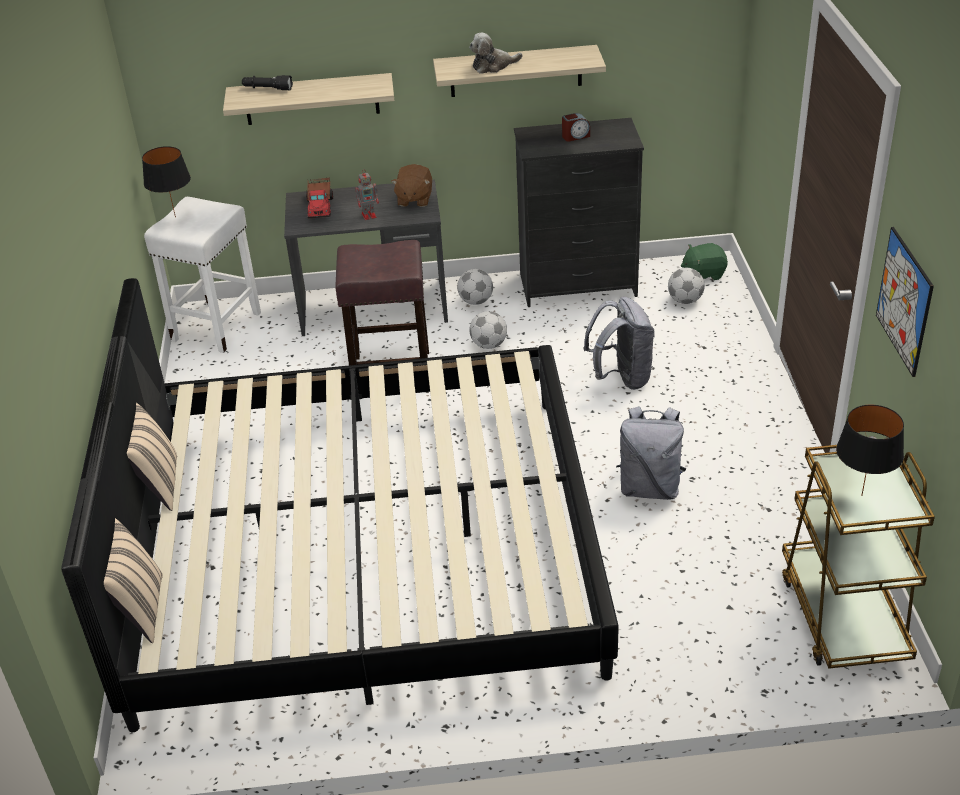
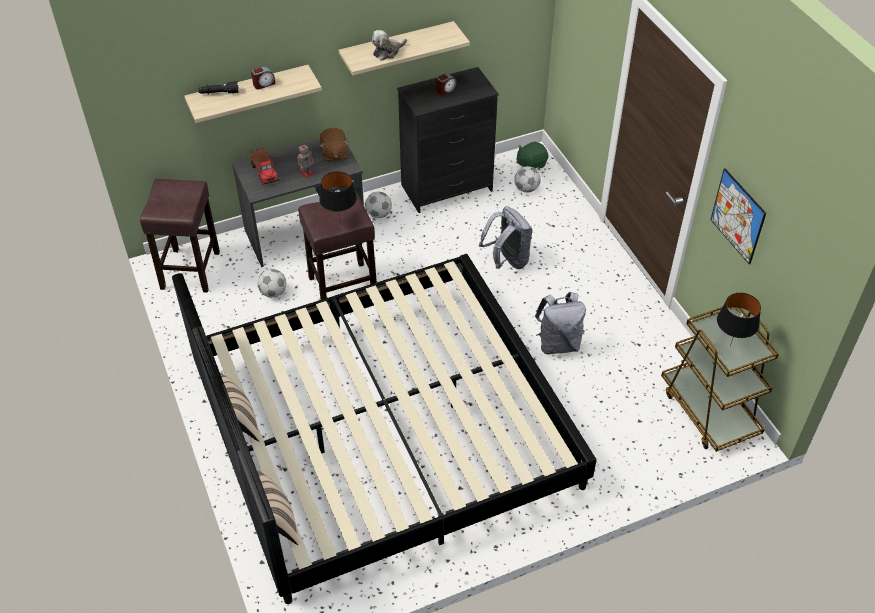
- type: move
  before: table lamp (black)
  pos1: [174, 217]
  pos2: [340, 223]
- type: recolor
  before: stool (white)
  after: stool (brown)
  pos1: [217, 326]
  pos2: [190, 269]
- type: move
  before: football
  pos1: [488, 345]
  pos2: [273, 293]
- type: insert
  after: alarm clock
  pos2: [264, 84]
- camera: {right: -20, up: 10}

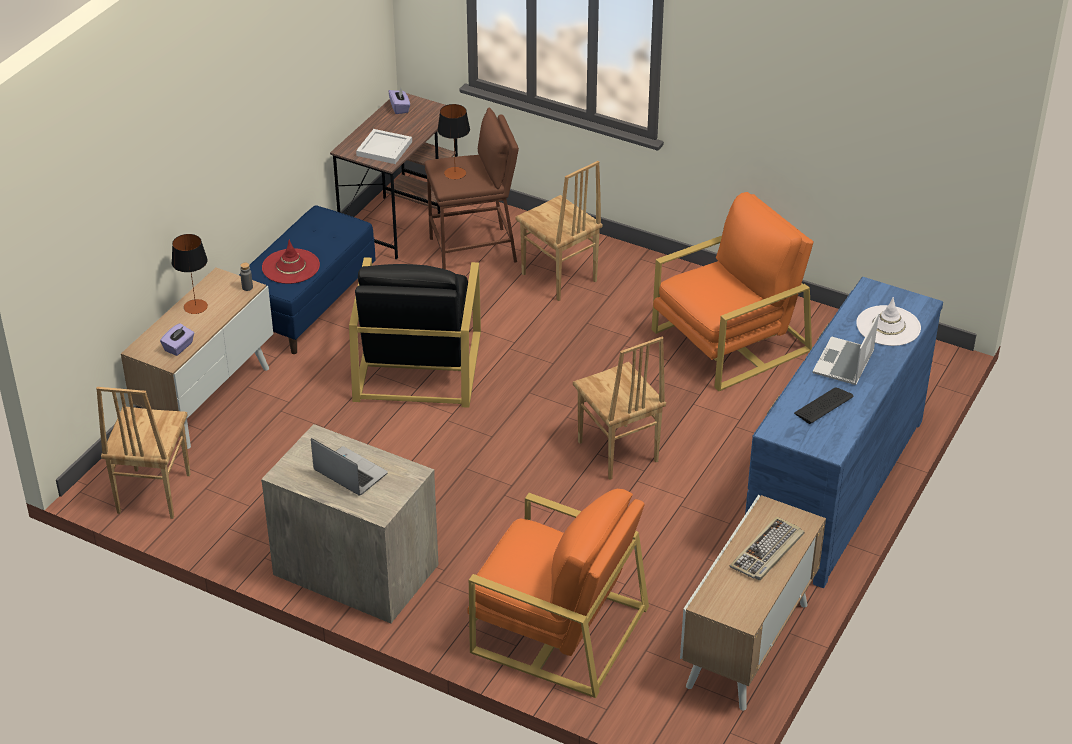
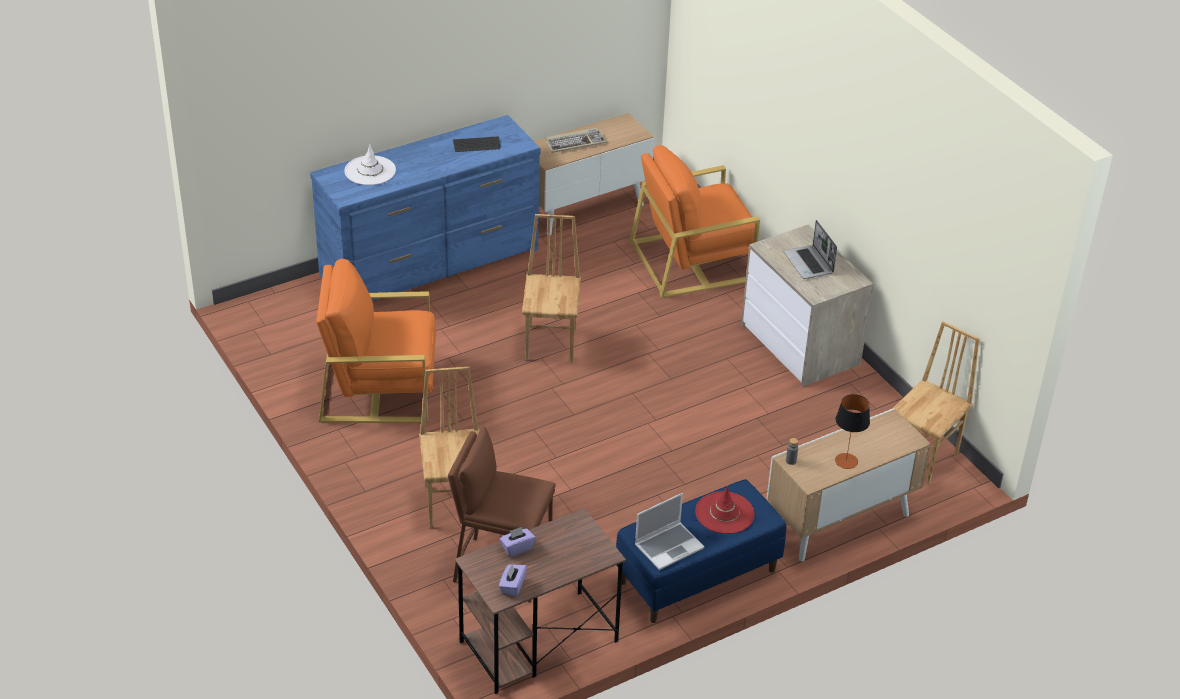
- type: delete
  before: table lamp
  pos1: [455, 173]
- type: delete
  before: tray (white)
  pos1: [384, 148]
- type: delete
  before: armchair (black)
  pos1: [418, 364]
- type: move
  before: laptop
  pos1: [844, 363]
  pos2: [669, 546]
- type: move
  before: tissue box (purple)
  pos1: [179, 347]
  pos2: [517, 548]
- type: rotate
  before: armchair (orange)
  pos1: [558, 628]
  pos2: [692, 260]
  turn: -75
- camera: {right: -150, up: 0}

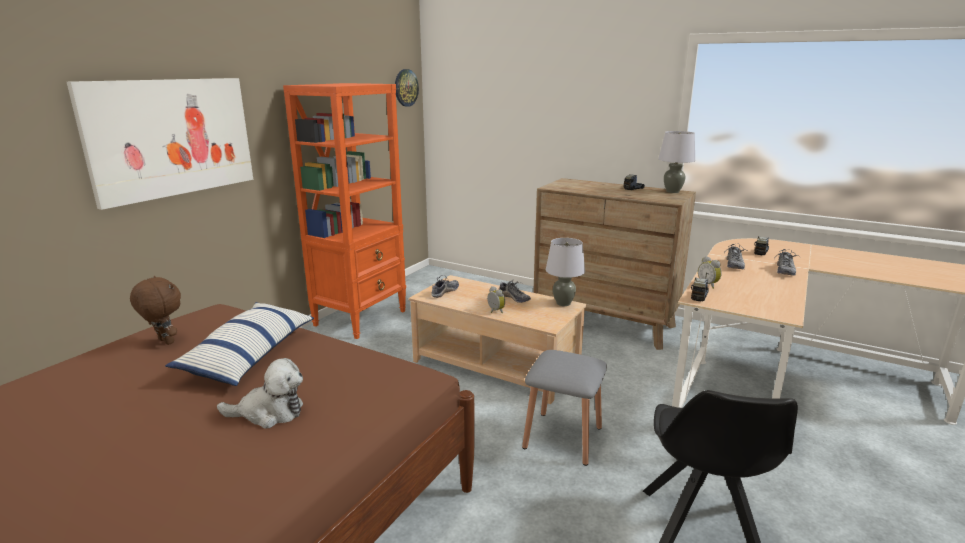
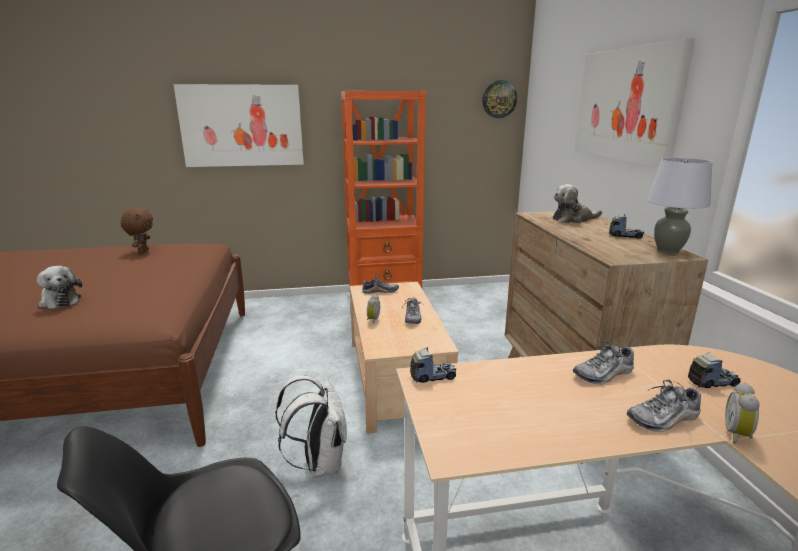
- type: delete
  before: table lamp (grey)
  pos1: [563, 303]
- type: move
  before: alarm clock
  pos1: [708, 285]
  pos2: [738, 435]
- type: delete
  before: pillow
  pos1: [250, 354]
- type: replace
  before: stool (grey)
  after: backpack (white)
  pos1: [563, 437]
  pos2: [319, 463]
- type: insert
  after: picture
  pos2: [626, 105]
- type: insert
  after: plush toy
  pos2: [573, 219]
- camera: {right: 50, up: 0}

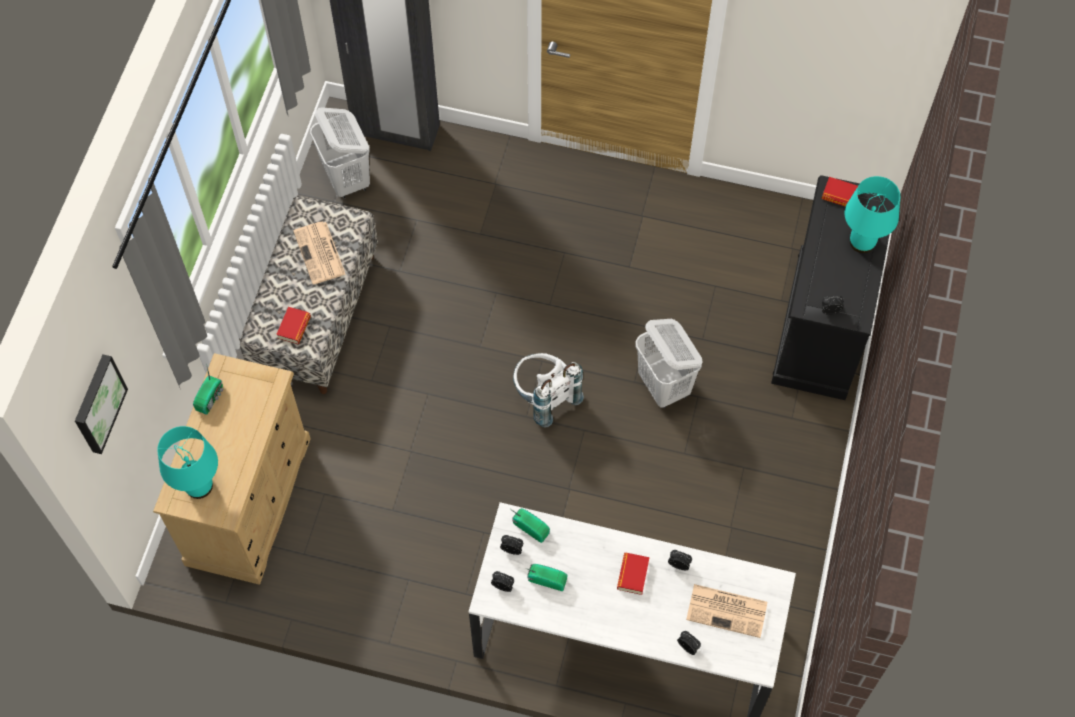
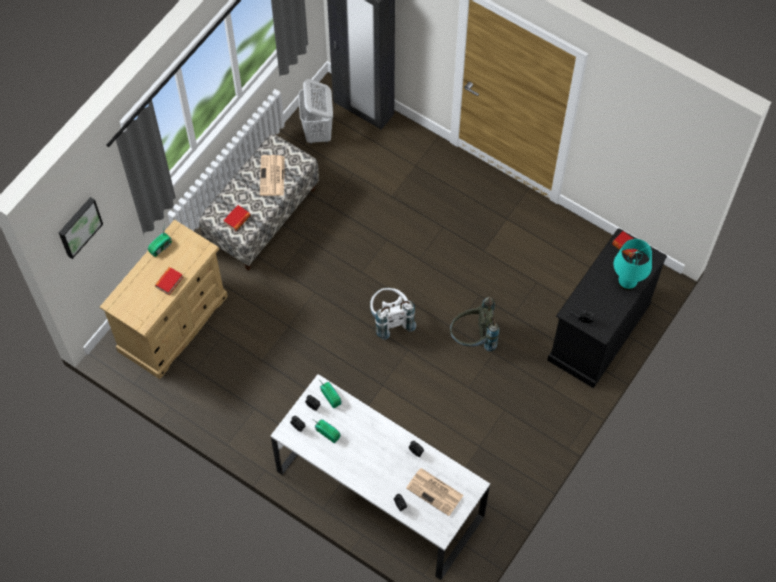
- type: replace
  before: laundry basket (white)
  after: backpack (grey)
  pos1: [664, 386]
  pos2: [473, 338]
- type: delete
  before: table lamp (turquoise)
  pos1: [199, 486]
- type: move
  before: book
  pos1: [632, 575]
  pos2: [169, 282]
- camera: {right: 20, up: 0}

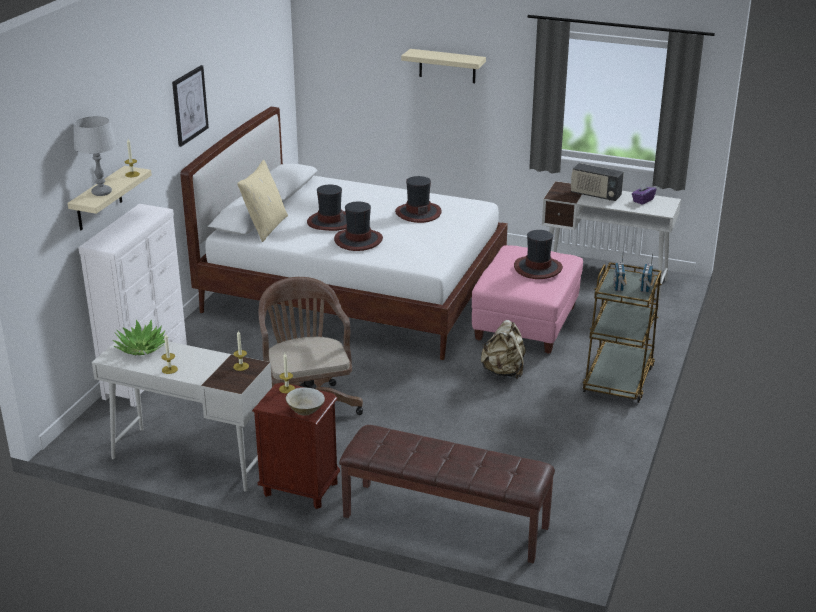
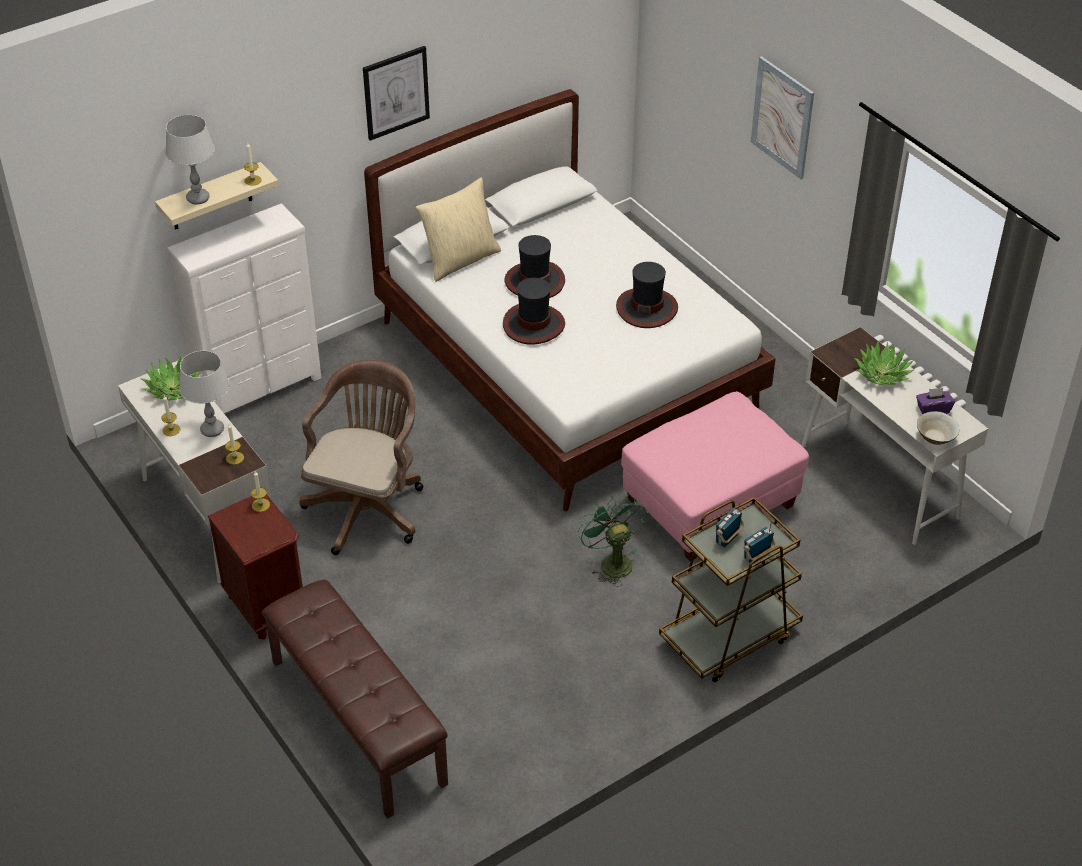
- type: replace
  before: shelf (beige)
  after: picture
  pos1: [447, 66]
  pos2: [782, 117]
- type: replace
  before: radio
  after: potted plant
  pos1: [595, 195]
  pos2: [882, 374]
- type: delete
  before: hat
  pos1: [538, 268]
- type: replace
  before: backpack (beige)
  after: fan (green)
  pos1: [503, 372]
  pos2: [612, 561]
- type: move
  before: bowl (beige)
  pos1: [305, 410]
  pos2: [935, 438]
- type: insert
  after: table lamp (grey)
  pos2: [212, 430]
- camera: {right: 35, up: 15}

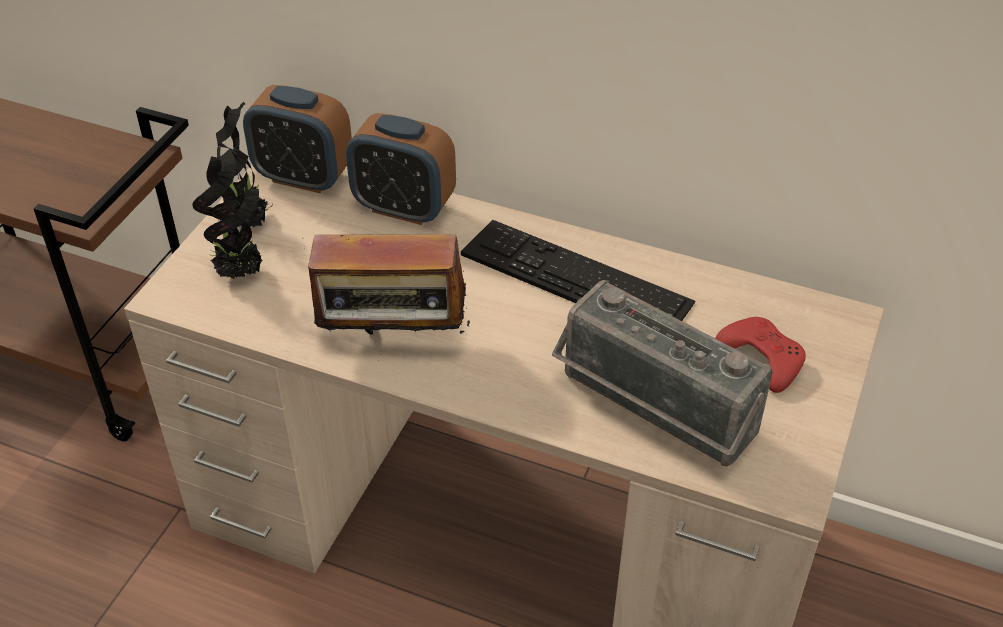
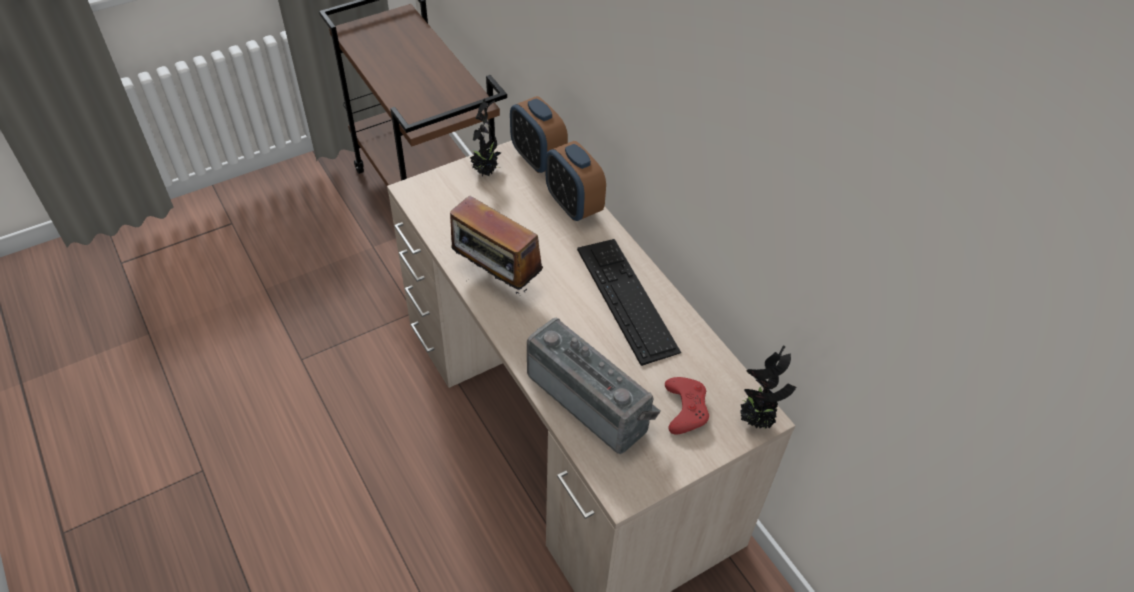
- type: move
  before: potted plant
  pos1: [241, 273]
  pos2: [757, 420]
- type: rotate
  before: radio
  pos1: [652, 411]
  pos2: [591, 399]
  turn: 150
- camera: {right: 35, up: 5}

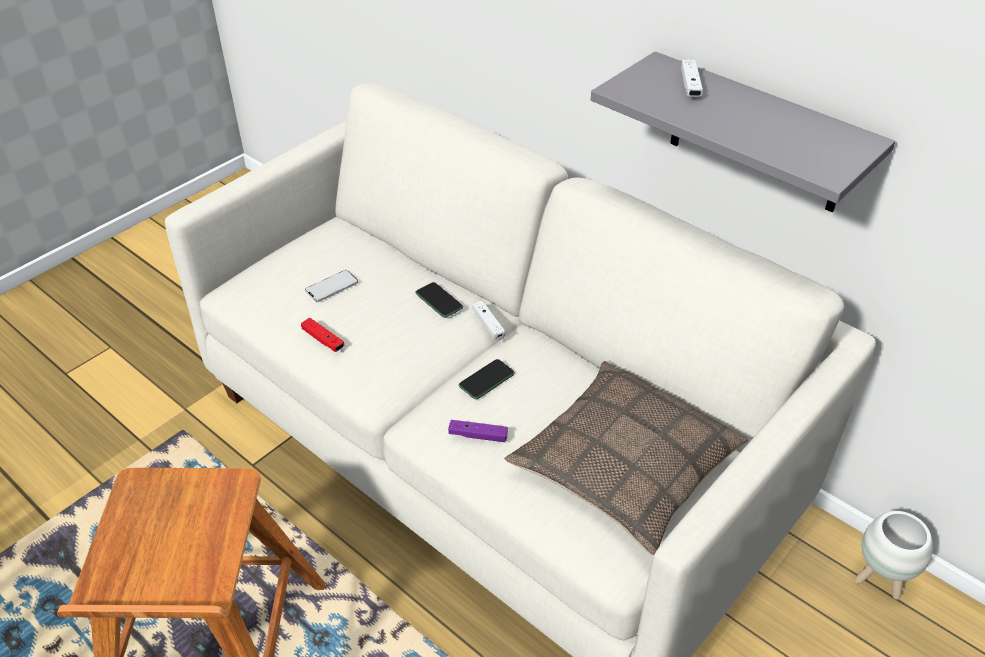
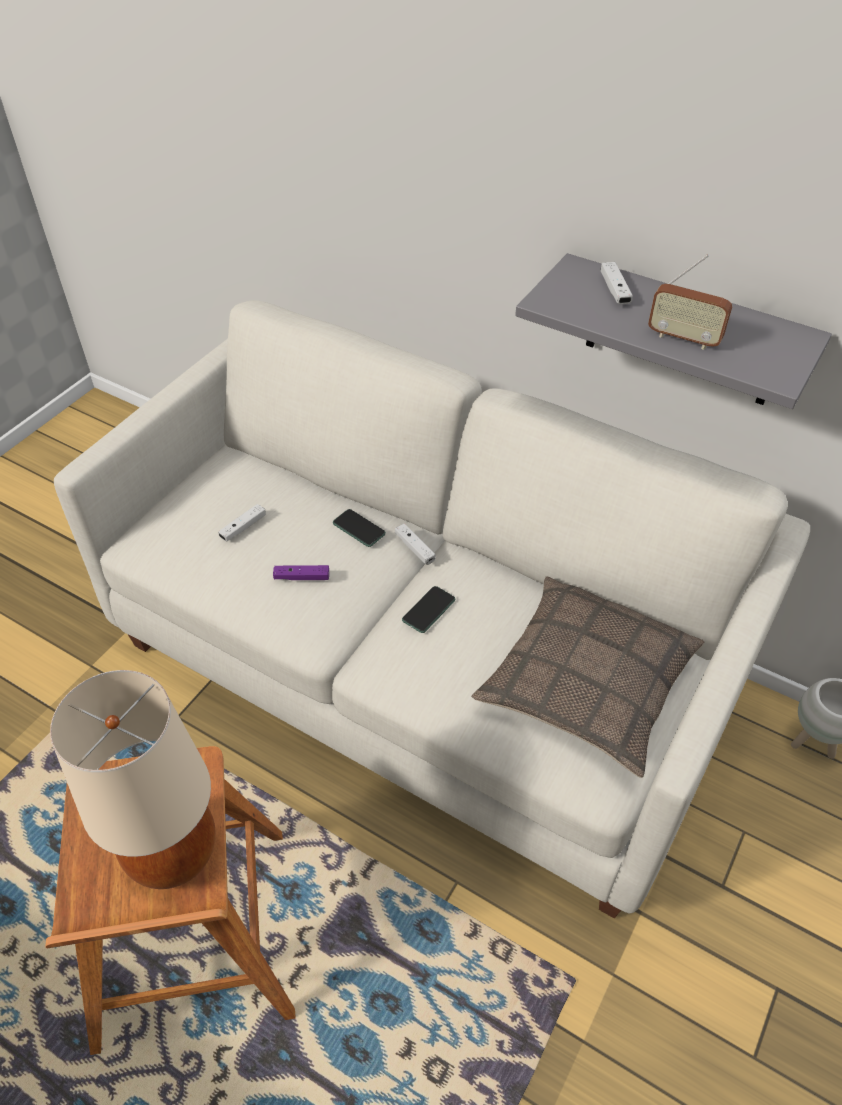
- type: replace
  before: phone
  after: game controller (white)
  pos1: [332, 287]
  pos2: [243, 527]
- type: delete
  before: game controller (red)
  pos1: [323, 340]
- type: move
  before: game controller (purple)
  pos1: [478, 436]
  pos2: [302, 577]
- type: insert
  after: radio
  pos2: [683, 338]
- type: insert
  after: table lamp (beige)
  pos2: [174, 854]
- camera: {right: -10, up: 5}

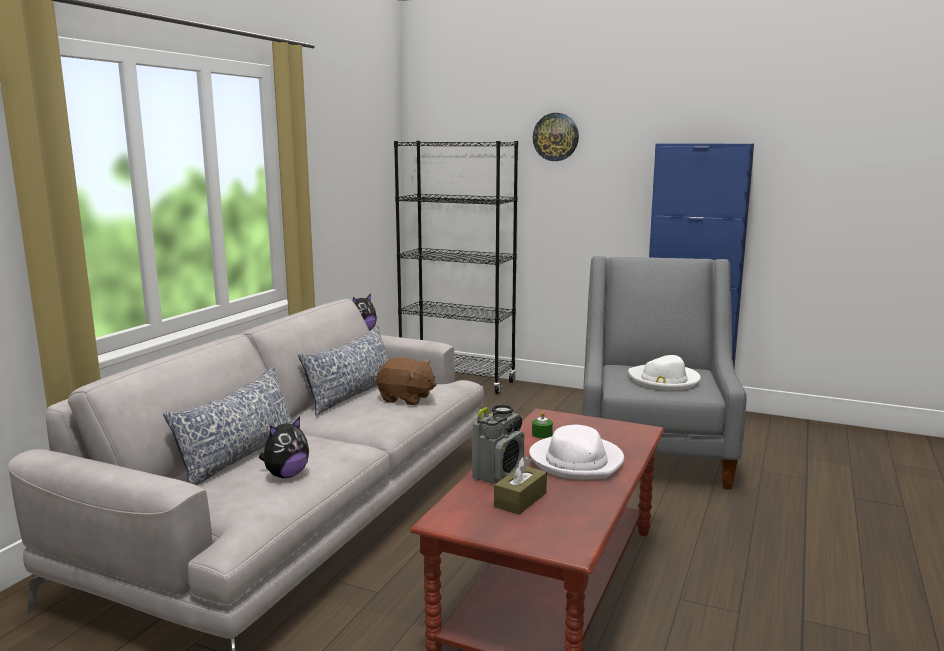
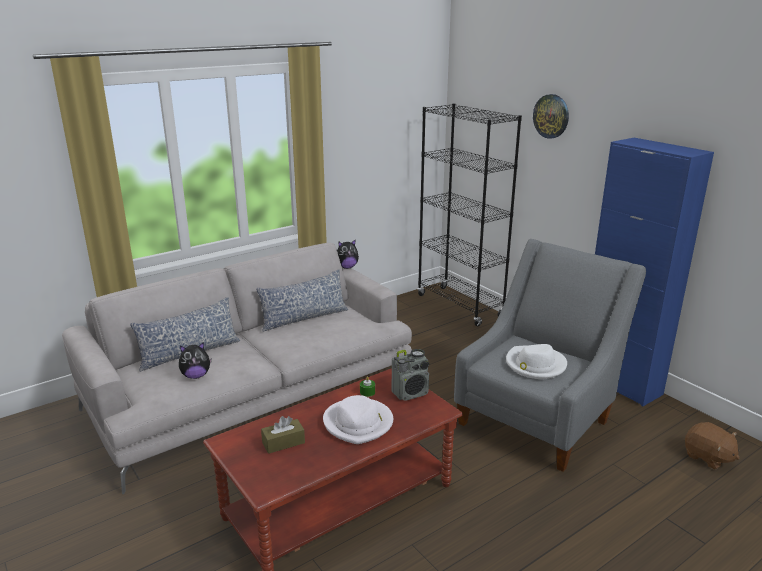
- type: move
  before: plush toy (brown)
  pos1: [406, 398]
  pos2: [708, 457]
- type: move
  before: radio
  pos1: [499, 473]
  pos2: [410, 393]
- camera: {right: 30, up: 10}

